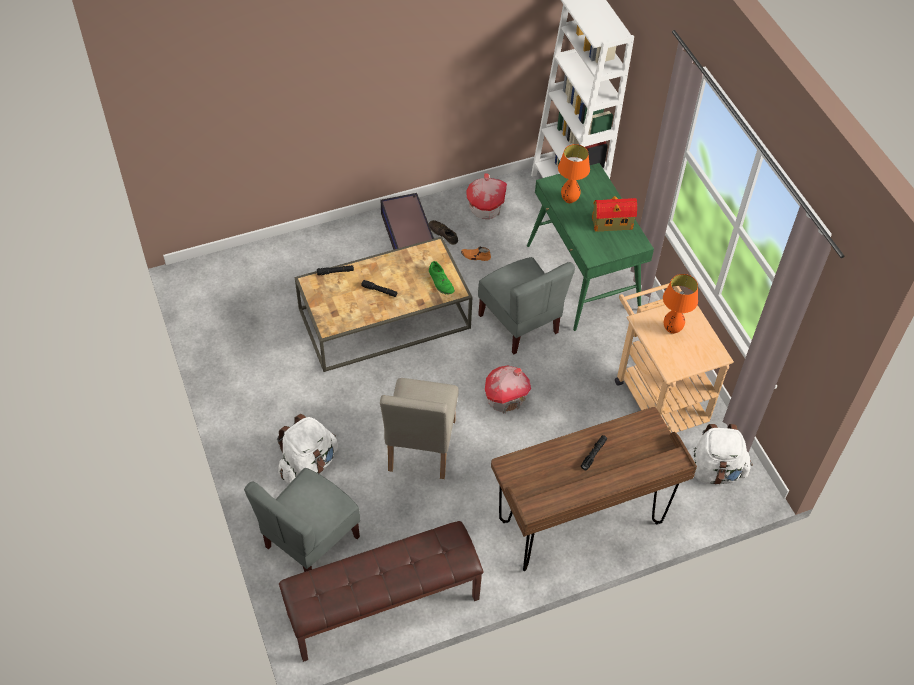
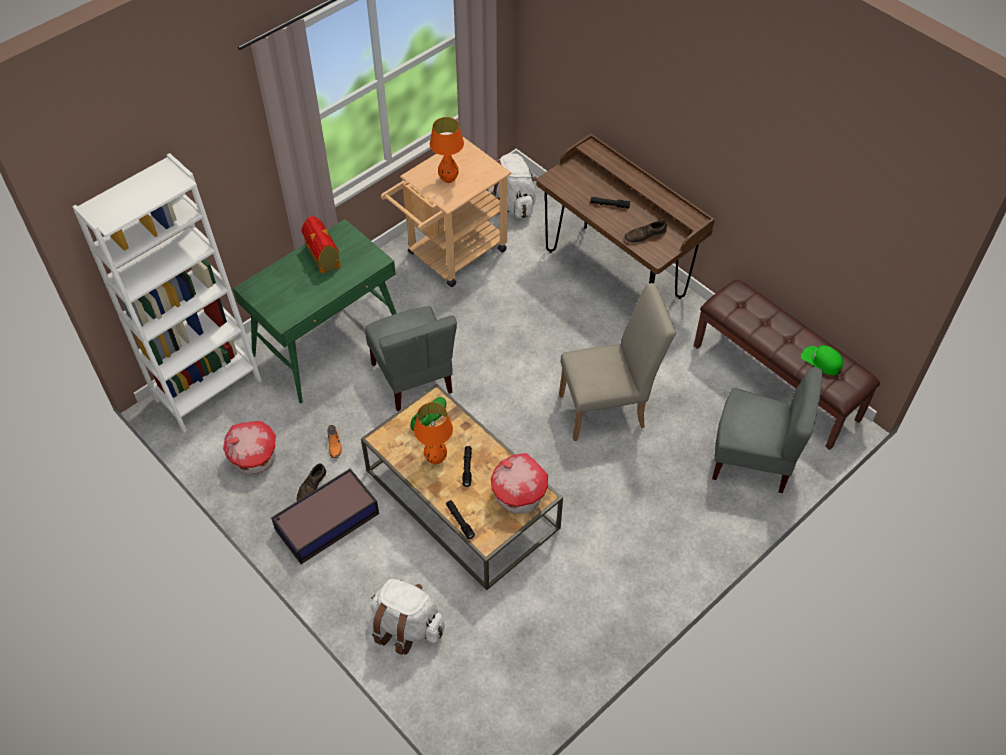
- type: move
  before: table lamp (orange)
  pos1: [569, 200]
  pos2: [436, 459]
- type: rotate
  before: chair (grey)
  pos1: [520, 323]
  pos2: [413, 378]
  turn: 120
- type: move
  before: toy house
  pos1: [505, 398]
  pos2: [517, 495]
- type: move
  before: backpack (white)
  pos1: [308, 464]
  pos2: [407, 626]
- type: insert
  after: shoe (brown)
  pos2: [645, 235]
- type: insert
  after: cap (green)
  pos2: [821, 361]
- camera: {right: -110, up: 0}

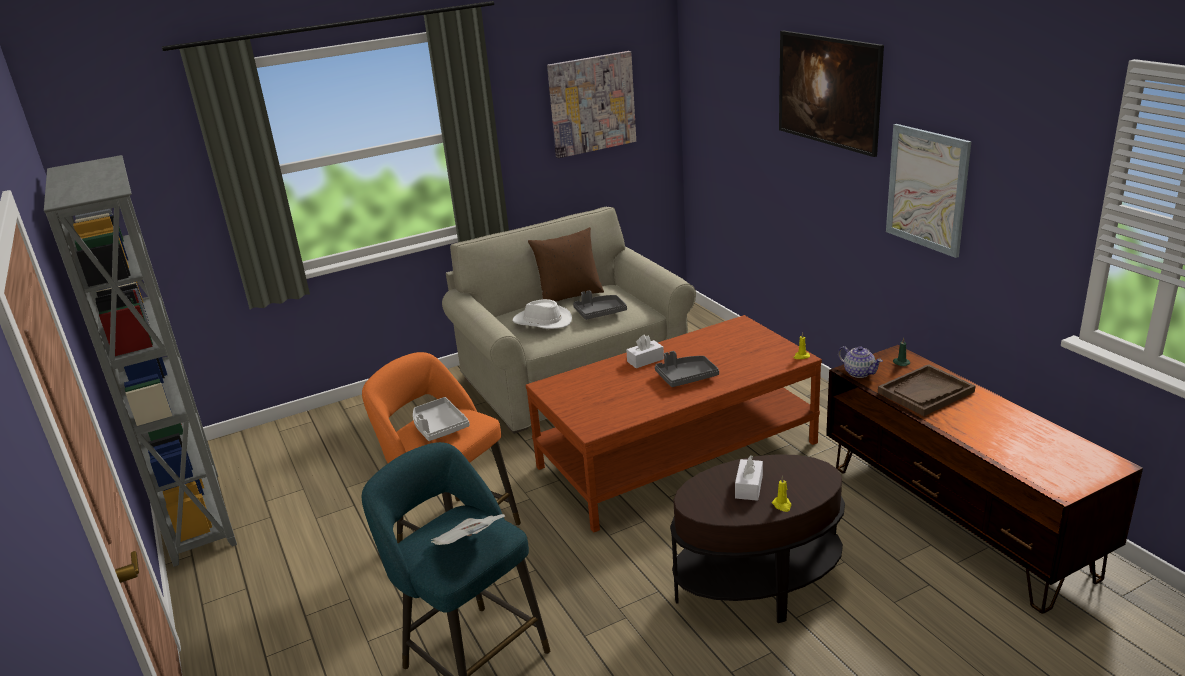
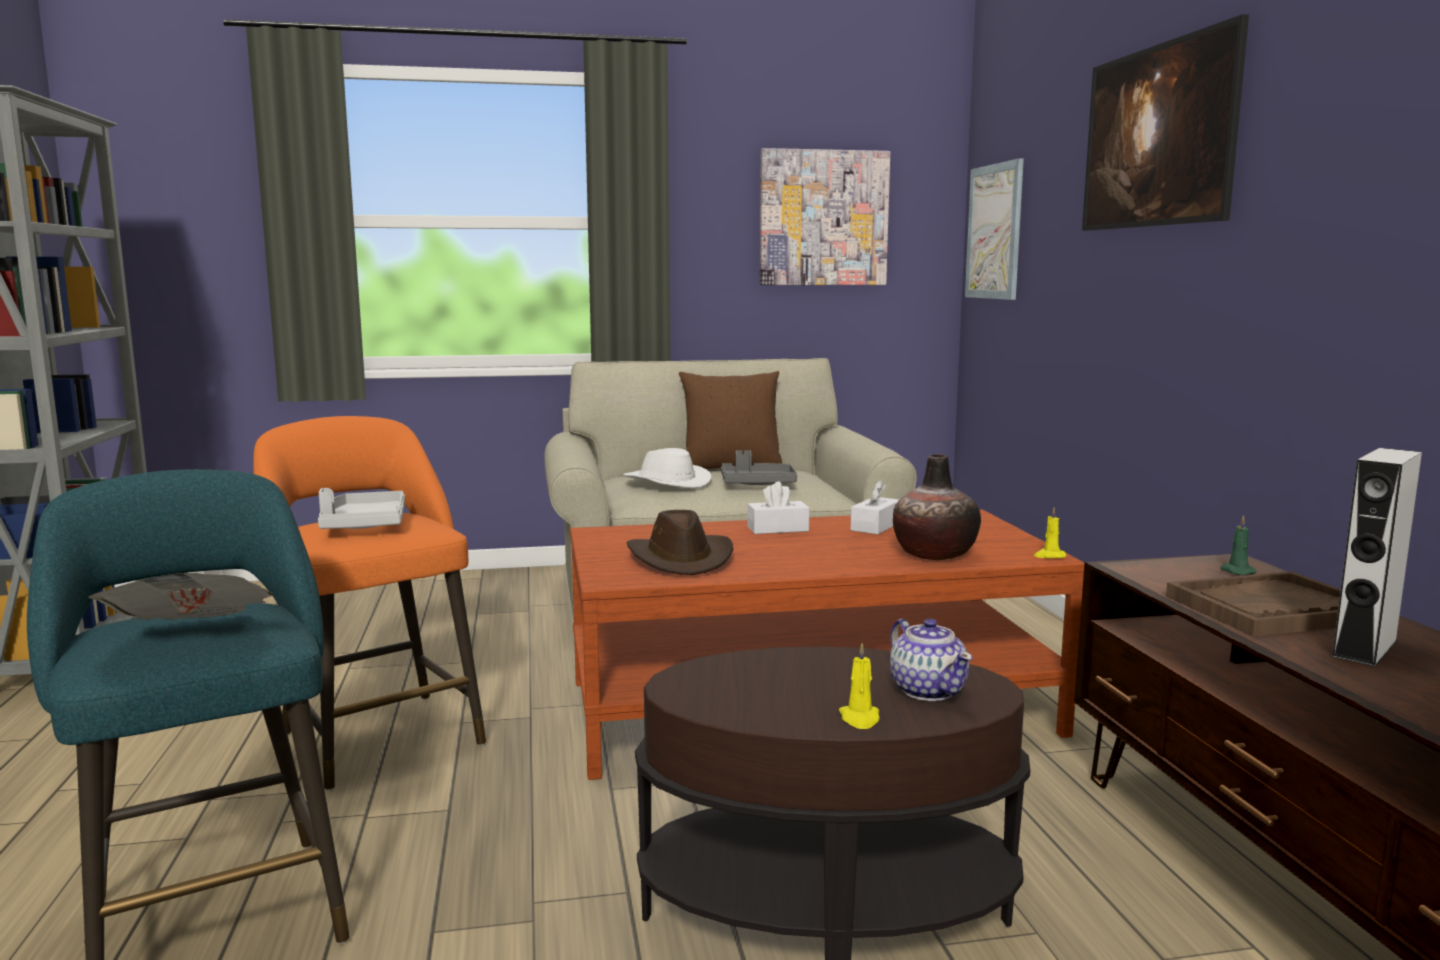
- type: move
  before: picture
  pos1: [927, 189]
  pos2: [994, 232]
- type: move
  before: teapot
  pos1: [858, 372]
  pos2: [928, 690]
- type: delete
  before: tray (grey)
  pos1: [686, 377]
- type: move
  before: tissue box (white)
  pos1: [749, 487]
  pos2: [875, 526]
- type: insert
  after: speaker (grey)
  pos2: [1364, 648]
- type: insert
  after: vase
  pos2: [934, 554]
- type: insert
  after: hat (brown)
  pos2: [681, 559]
- camera: {right: 15, up: -15}

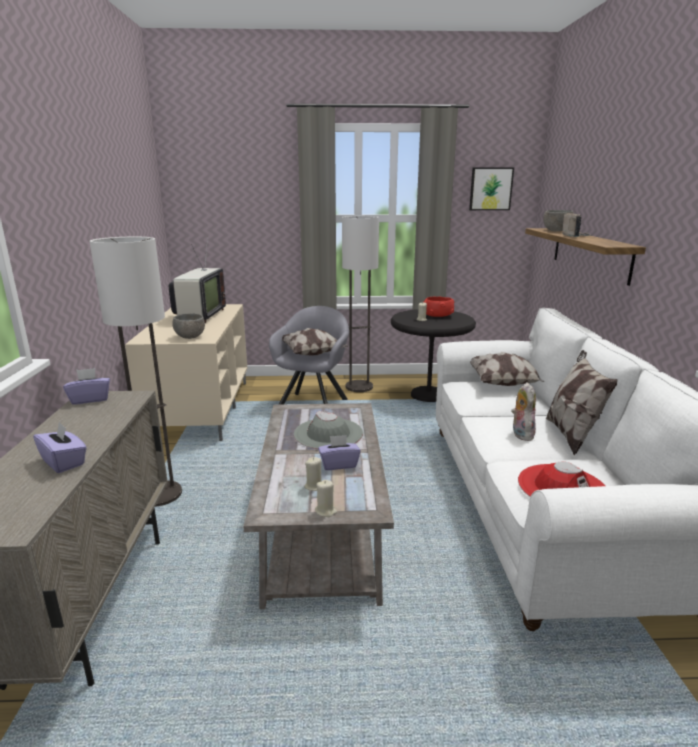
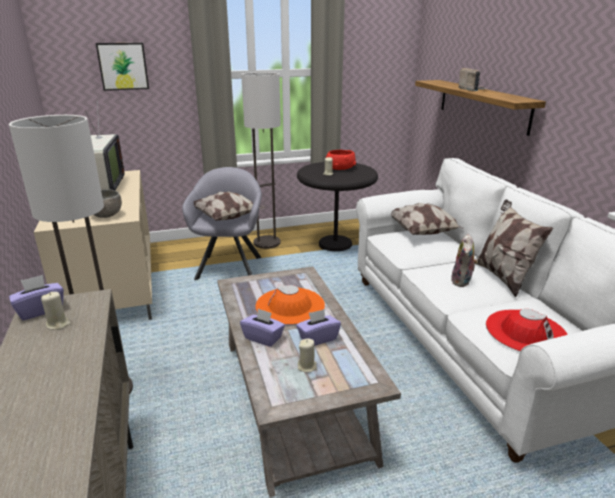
- type: move
  before: picture
  pos1: [490, 189]
  pos2: [123, 66]
- type: delete
  before: bowl (grey)
  pos1: [556, 231]
- type: rotate
  before: plush toy
  pos1: [520, 434]
  pos2: [462, 282]
  turn: -150
- type: recolor
  before: hat (grey)
  after: hat (orange)
  pos1: [328, 434]
  pos2: [290, 306]
- type: move
  before: tissue box (purple)
  pos1: [64, 462]
  pos2: [263, 338]
- type: move
  before: candle (beige)
  pos1: [326, 511]
  pos2: [58, 324]
- camera: {right: -15, up: 5}

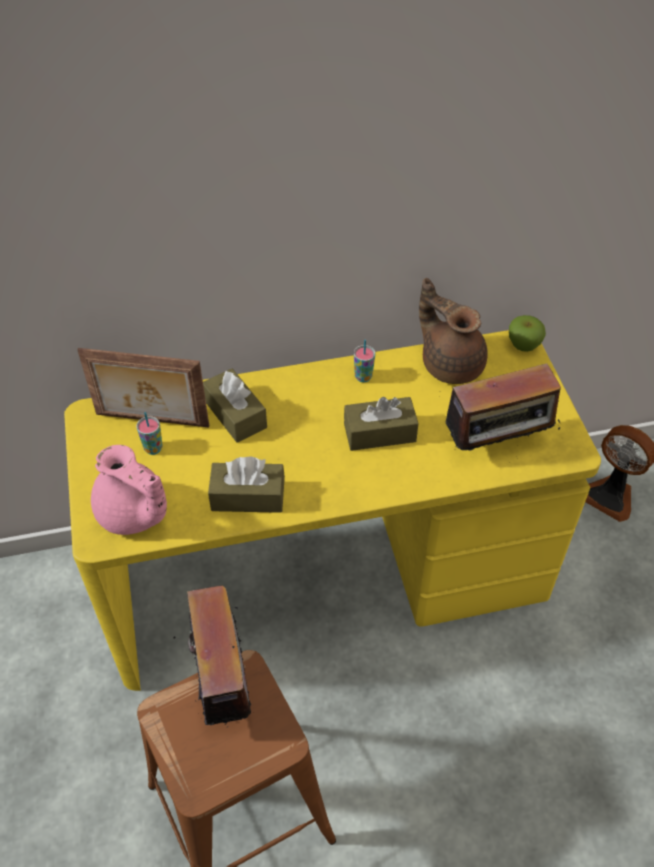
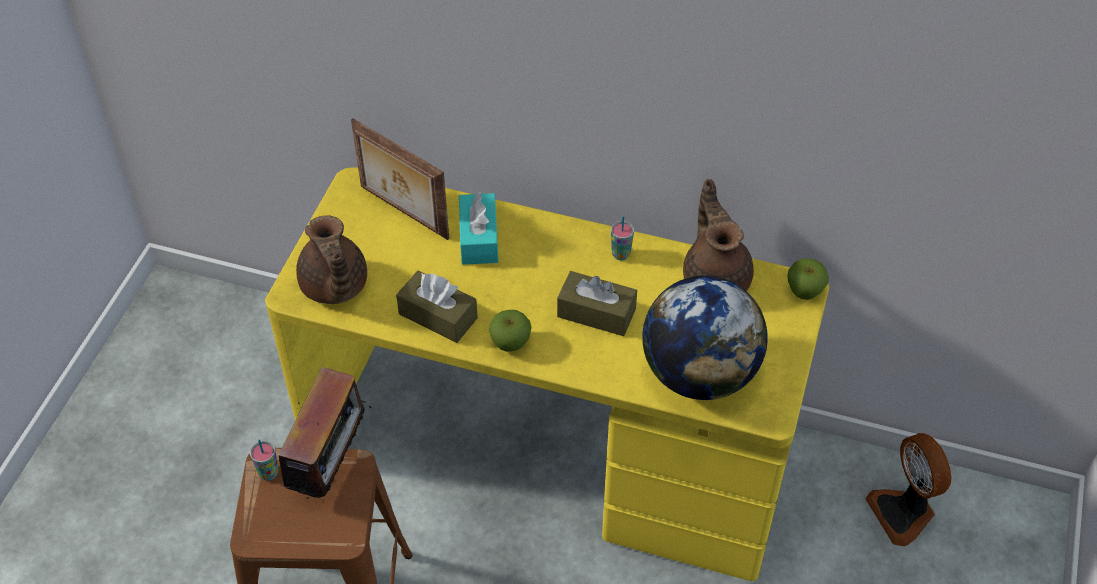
- type: replace
  before: radio
  after: globe
  pos1: [497, 444]
  pos2: [699, 374]
- type: recolor
  before: tissue box (brown)
  after: tissue box (turquoise)
  pos1: [235, 414]
  pos2: [479, 238]
- type: move
  before: cup
  pos1: [153, 448]
  pos2: [268, 473]
- type: recolor
  before: teapot (pink)
  after: teapot (brown)
  pos1: [134, 514]
  pos2: [334, 287]
- type: insert
  after: apple
  pos2: [510, 343]
- camera: {right: 30, up: 0}

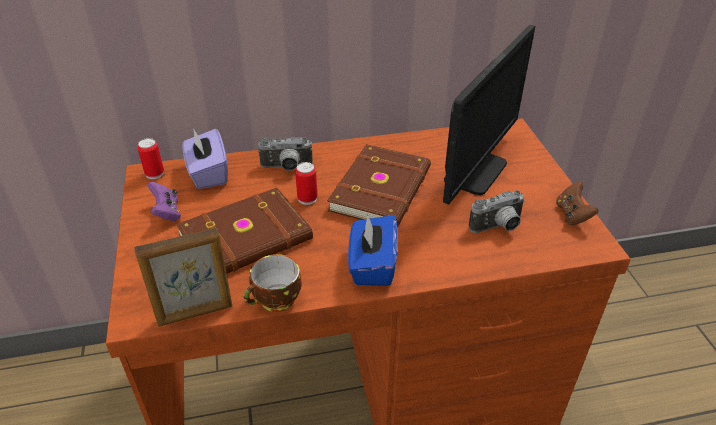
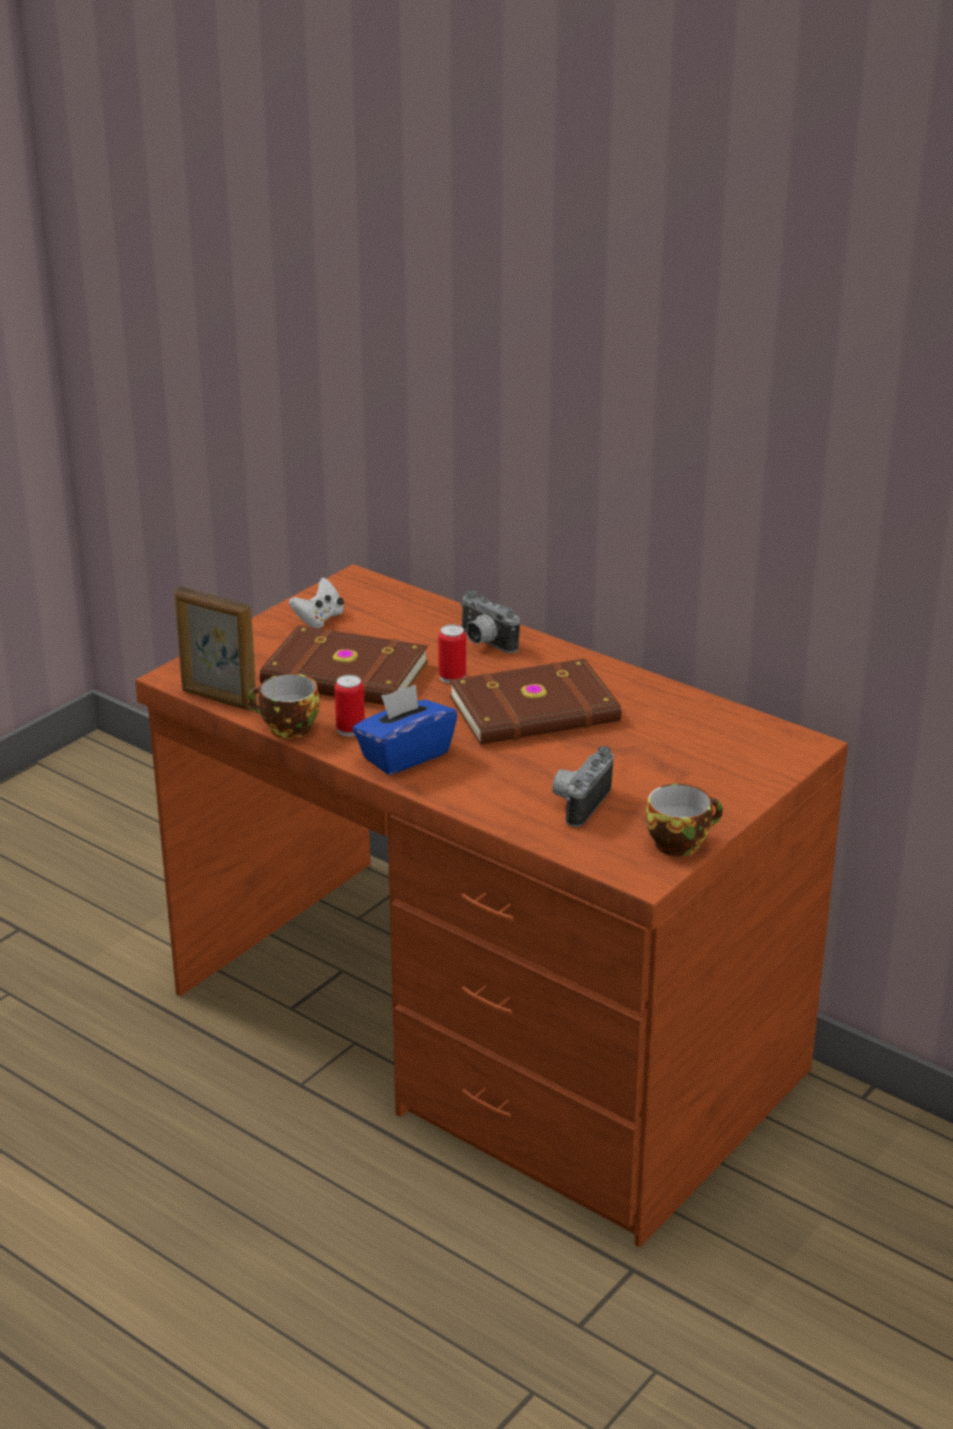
- type: delete
  before: monitor
  pos1: [475, 171]
- type: delete
  before: tissue box (purple)
  pos1: [208, 173]
- type: move
  before: can
  pos1: [154, 173]
  pos2: [350, 729]
- type: replace
  before: game controller (brown)
  after: cup
  pos1: [572, 214]
  pos2: [680, 842]
- type: recolor
  before: game controller (purple)
  after: game controller (white)
  pos1: [167, 212]
  pos2: [319, 619]
- type: rotate
  before: photo camera
  pos1: [498, 227]
  pos2: [578, 803]
  turn: 90
- camera: {right: 50, up: -10}

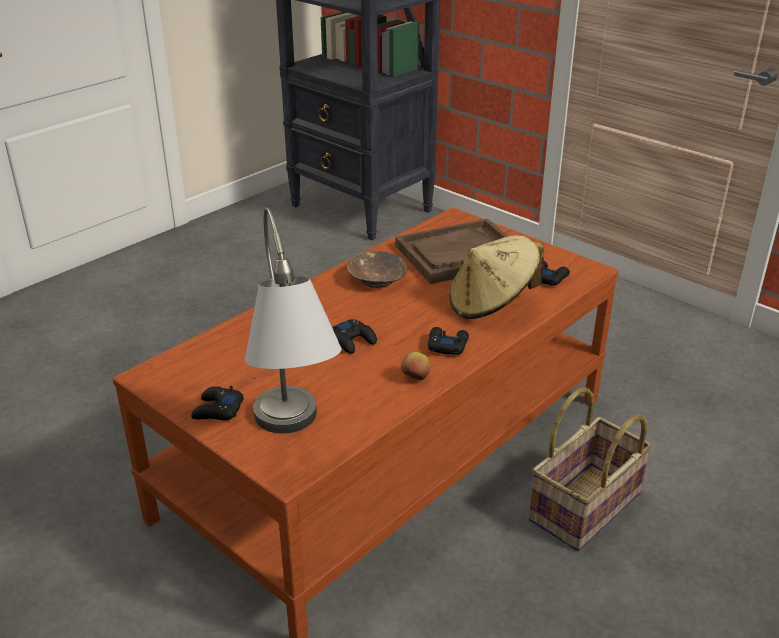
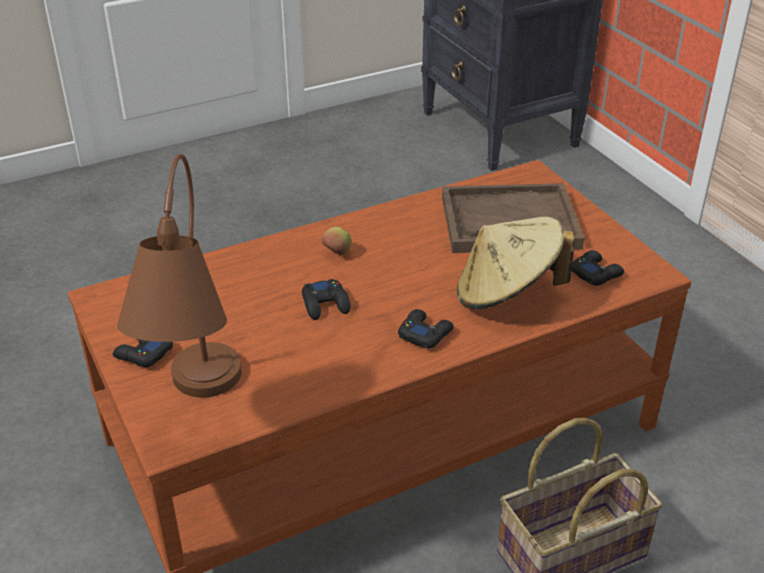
- type: recolor
  before: table lamp (grey)
  after: table lamp (brown)
  pos1: [293, 440]
  pos2: [196, 407]
- type: delete
  before: bowl (brown)
  pos1: [376, 279]
- type: move
  before: apple
  pos1: [415, 378]
  pos2: [337, 253]
- camera: {right: 20, up: 5}

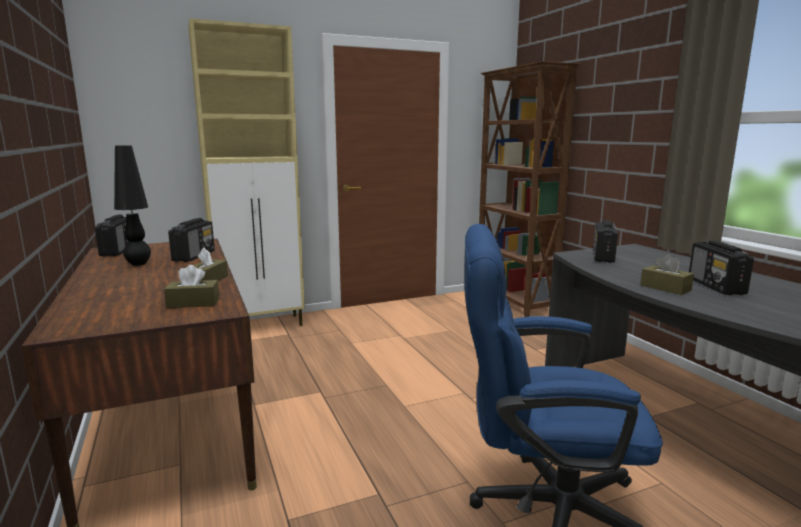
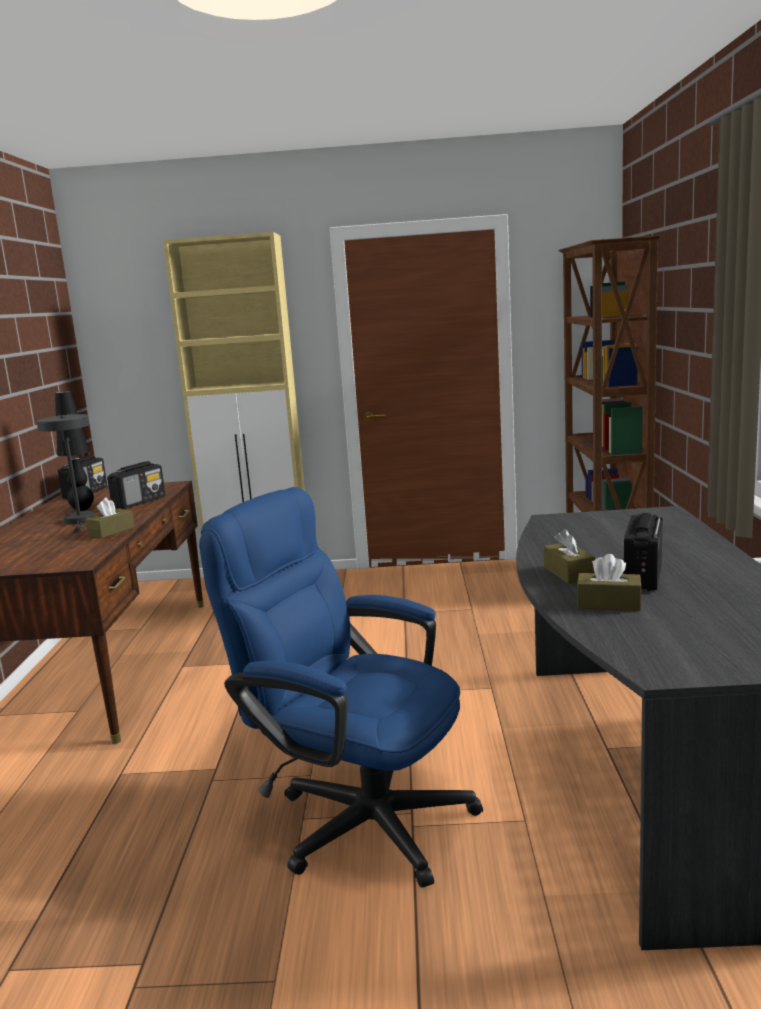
- type: delete
  before: radio
  pos1: [603, 257]
- type: move
  before: tissue box (brown)
  pos1: [193, 303]
  pos2: [608, 603]
- type: insert
  after: table lamp (grey)
  pos2: [80, 521]
- camera: {right: 25, up: 0}

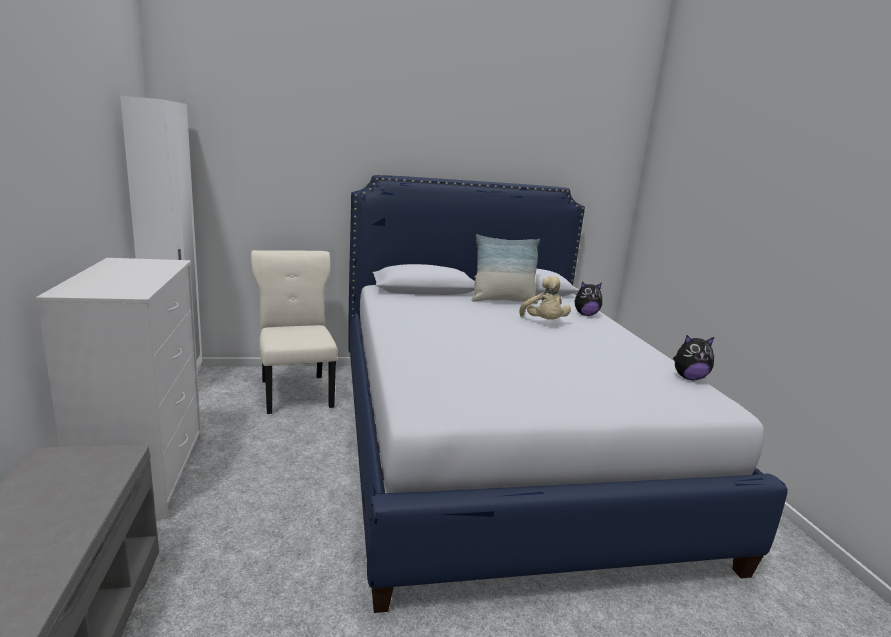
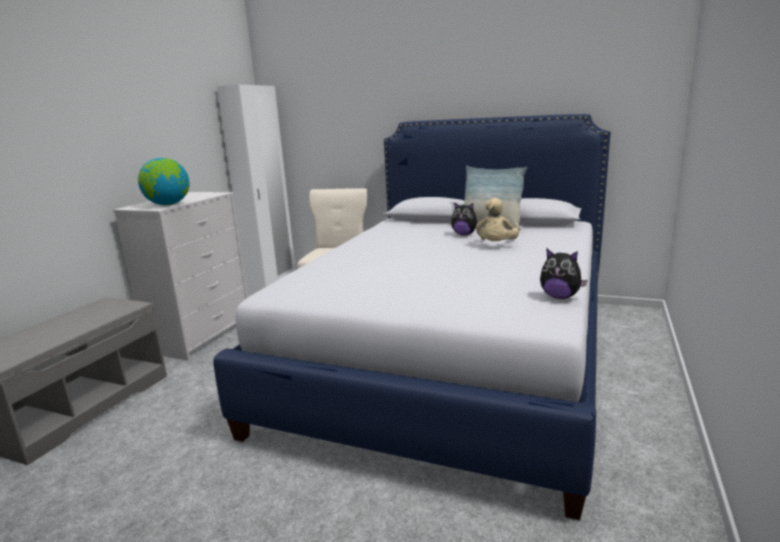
- type: move
  before: plush toy
  pos1: [585, 314]
  pos2: [464, 234]
- type: insert
  after: globe
  pos2: [168, 205]
- camera: {right: 35, up: 0}

